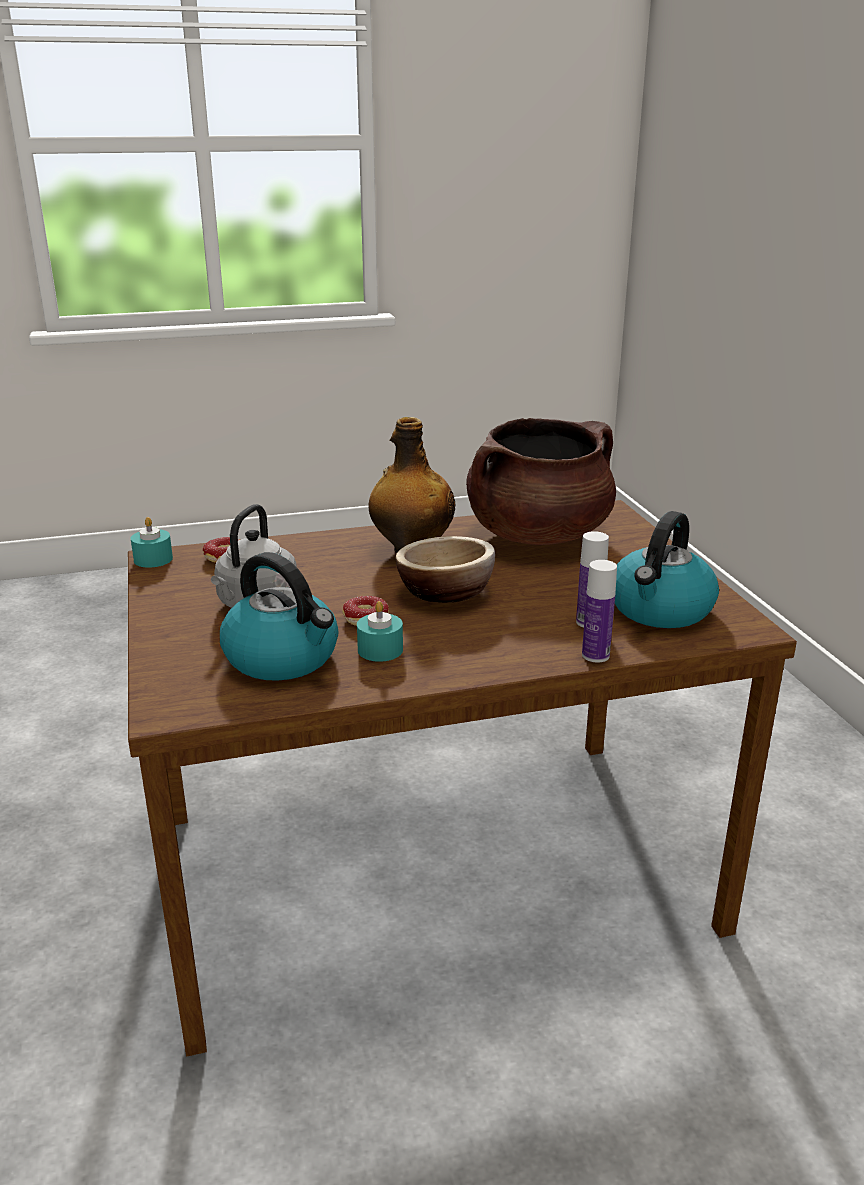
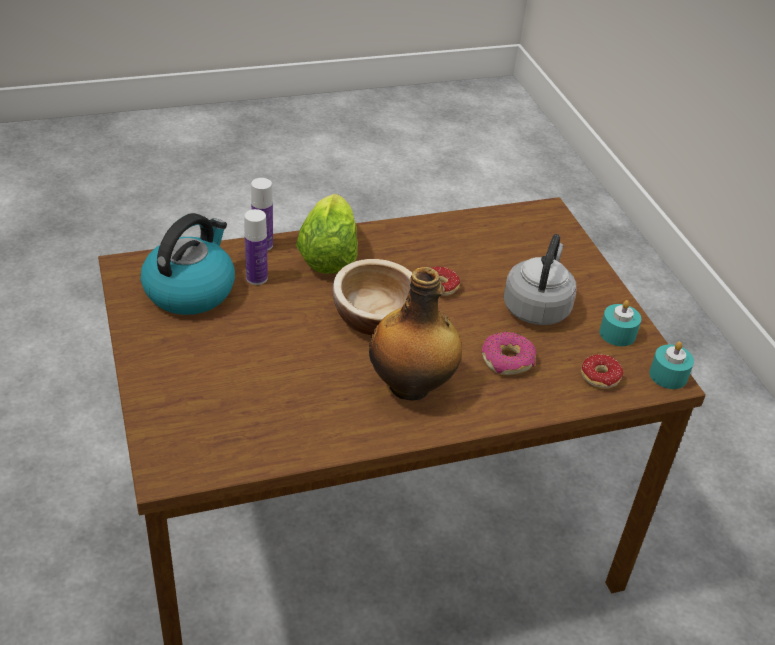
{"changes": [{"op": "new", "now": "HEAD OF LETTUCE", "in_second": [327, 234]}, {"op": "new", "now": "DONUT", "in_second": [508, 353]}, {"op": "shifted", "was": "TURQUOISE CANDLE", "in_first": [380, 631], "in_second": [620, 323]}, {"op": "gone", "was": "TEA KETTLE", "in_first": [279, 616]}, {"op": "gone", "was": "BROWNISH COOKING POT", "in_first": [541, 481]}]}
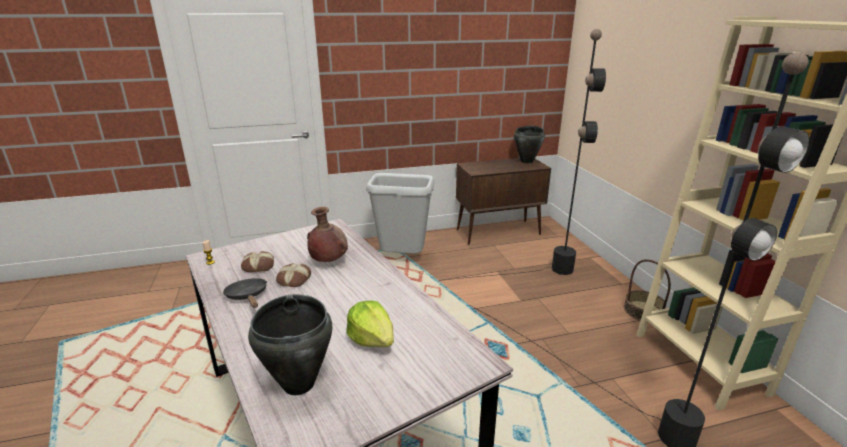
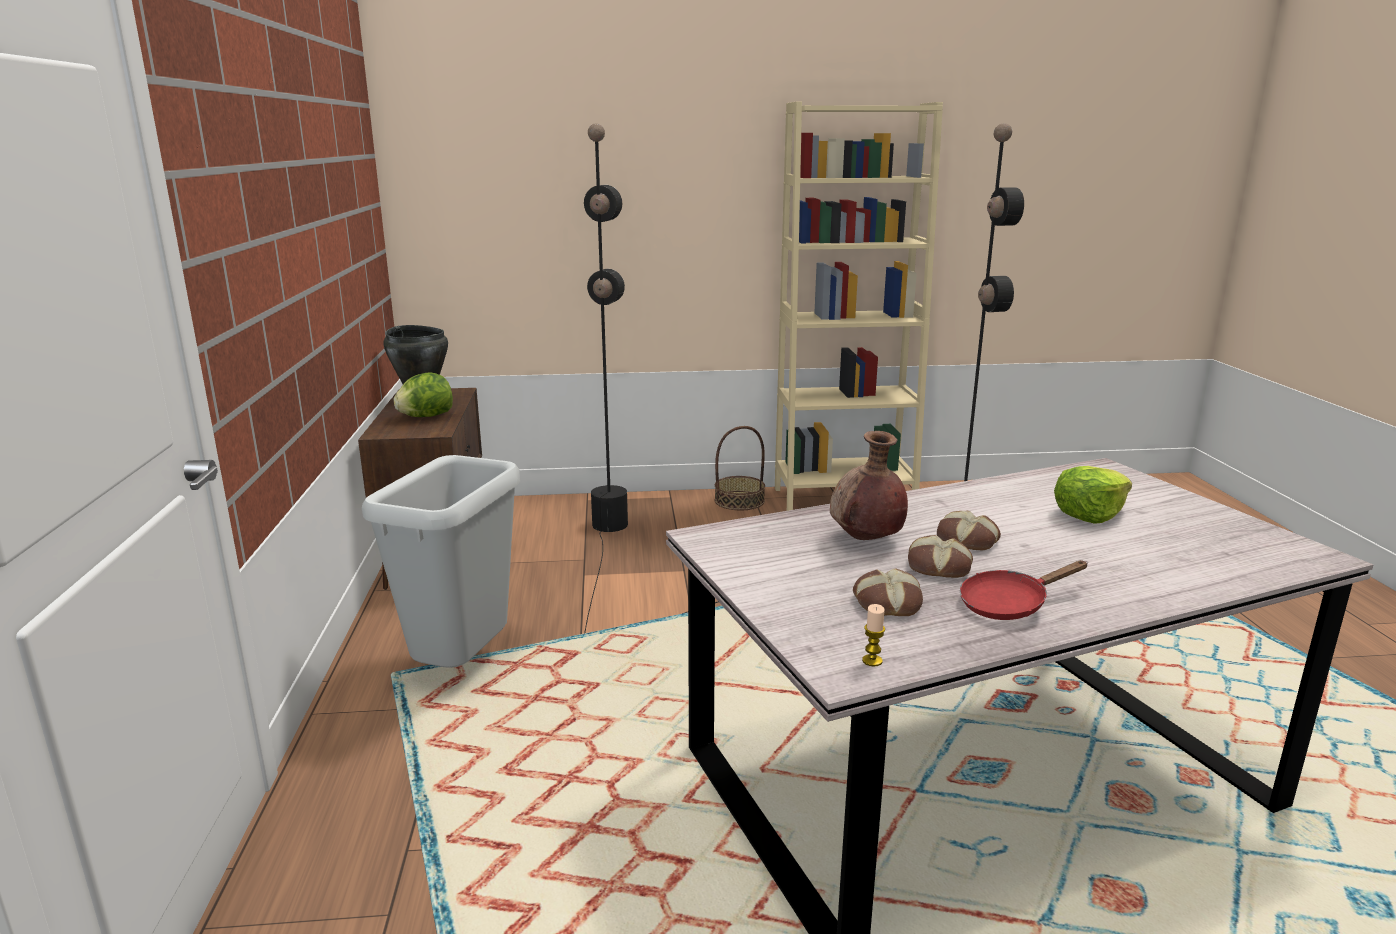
{"changes": [{"op": "new", "now": "HEAD OF LETTUCE", "in_second": [423, 394]}, {"op": "new", "now": "BREAD", "in_second": [969, 530]}, {"op": "repainted", "was": "BLACK FRYING PAN", "now": "REDDISH FRYING PAN", "in_first": [245, 293], "in_second": [1024, 590]}, {"op": "gone", "was": "BLACK COOKING POT", "in_first": [290, 344]}]}
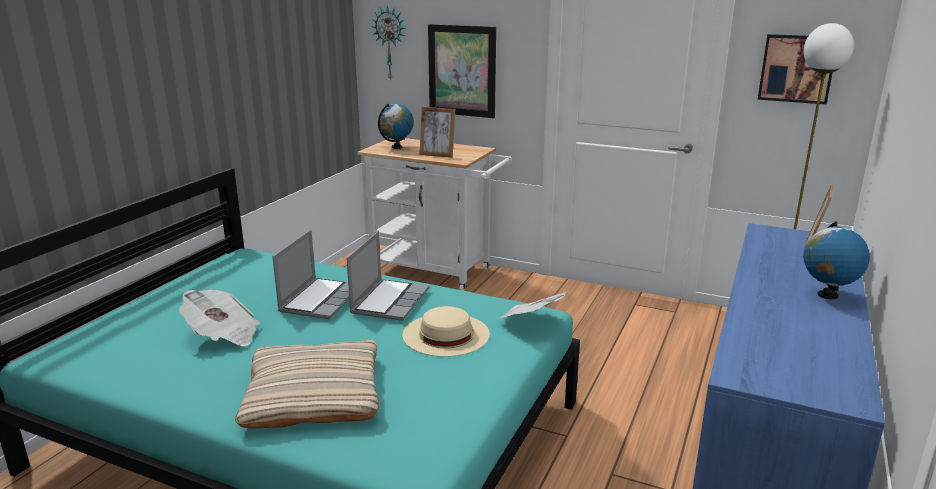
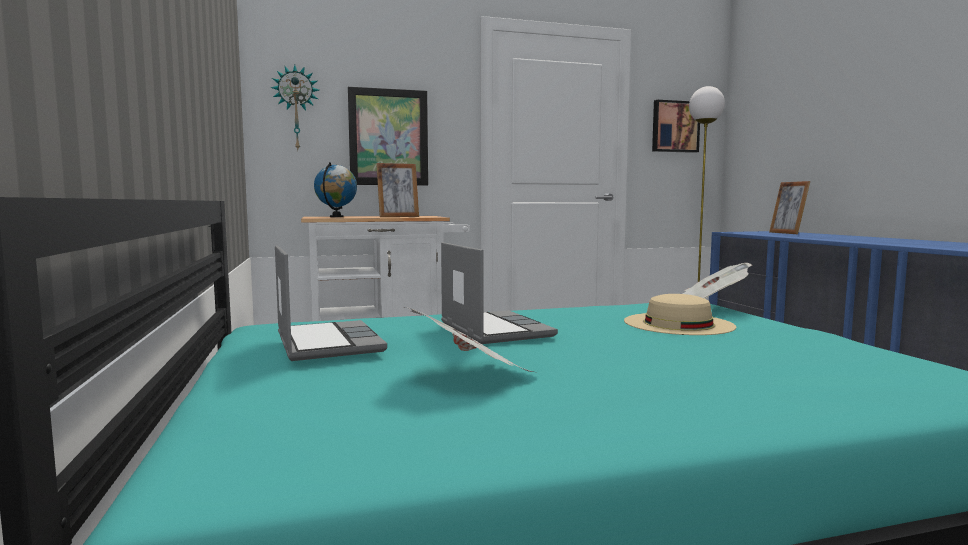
{"changes": [{"op": "shifted", "was": "NOTEBOOK COMPUTER", "in_first": [388, 276], "in_second": [331, 303]}, {"op": "gone", "was": "BEIGE PILLOW", "in_first": [307, 384]}, {"op": "gone", "was": "WORLD GLOBE", "in_first": [836, 260]}]}
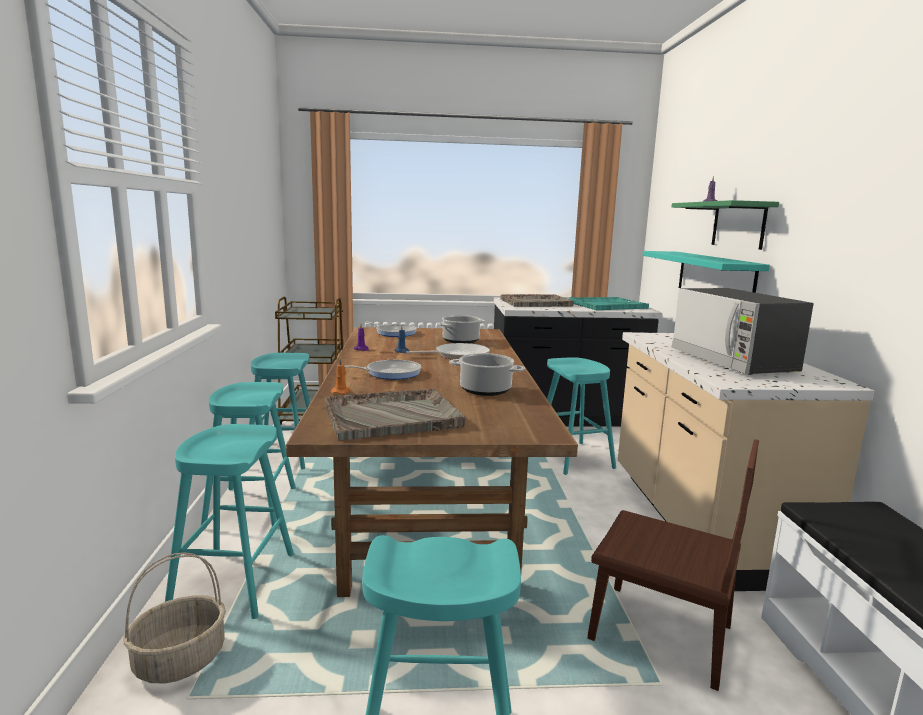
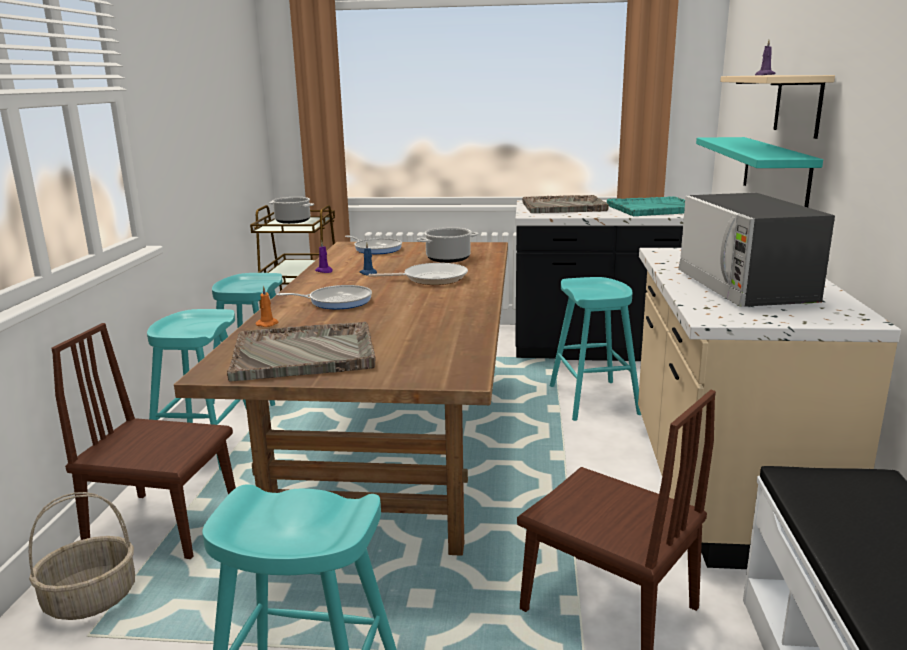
{"changes": [{"op": "swapped", "was": "TURQUOISE STOOL SEAT", "now": "BROWNISH CHAIR", "in_first": [229, 521], "in_second": [143, 441]}, {"op": "shifted", "was": "COOKING POT", "in_first": [487, 374], "in_second": [291, 210]}, {"op": "repainted", "was": "GREENISH WALL SHELF", "now": "BEIGE WALL SHELF", "in_first": [725, 225], "in_second": [777, 107]}]}
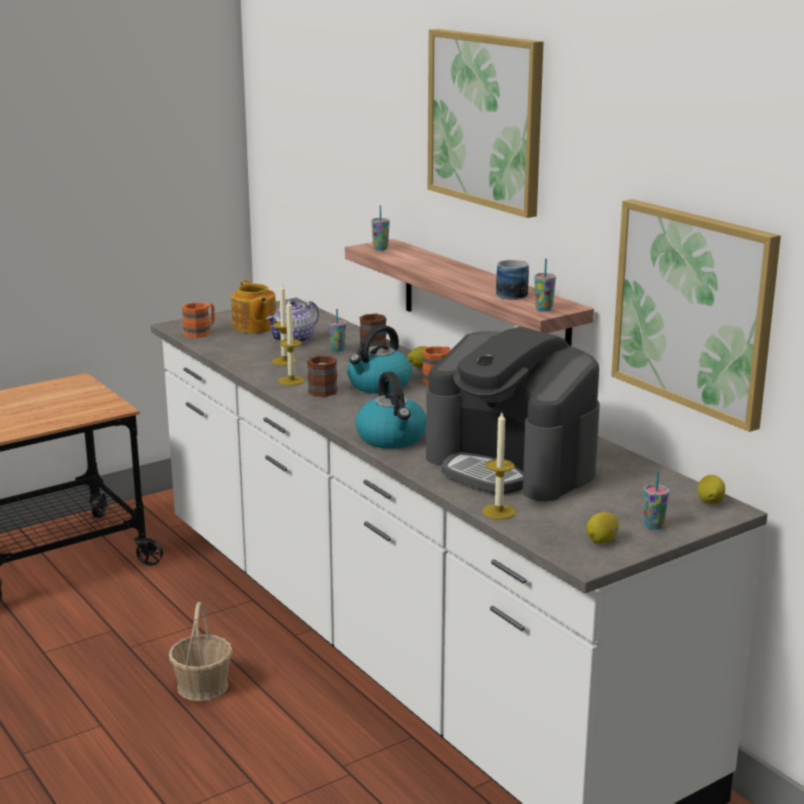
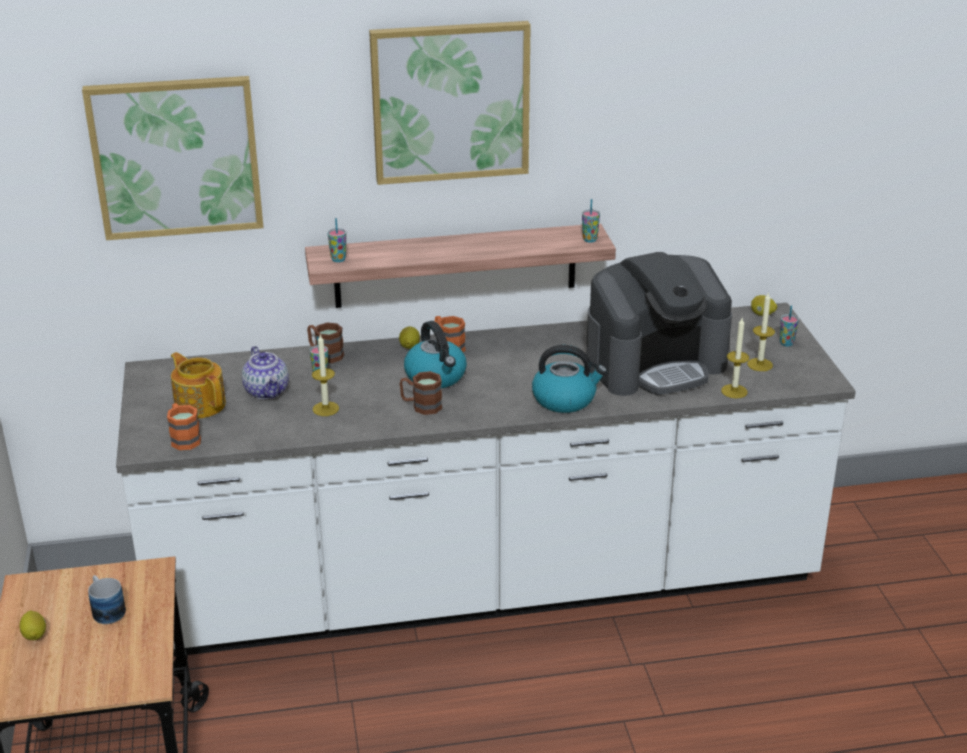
{"changes": [{"op": "shifted", "was": "LEMON", "in_first": [602, 528], "in_second": [32, 625]}, {"op": "shifted", "was": "PICTURE", "in_first": [696, 315], "in_second": [173, 158]}, {"op": "shifted", "was": "COFFEE MUG", "in_first": [512, 280], "in_second": [107, 599]}, {"op": "rotated", "was": "POT FOR TEA", "in_first": [253, 306], "in_second": [198, 385], "clockwise": -135}, {"op": "shifted", "was": "CANDLE", "in_first": [291, 343], "in_second": [761, 331]}, {"op": "gone", "was": "BASKET", "in_first": [201, 651]}]}
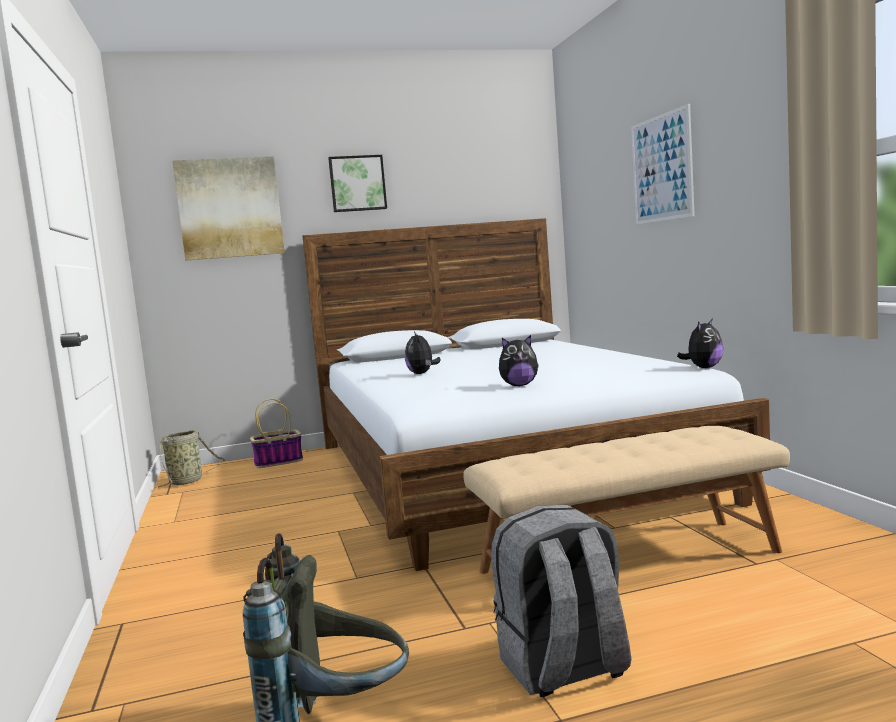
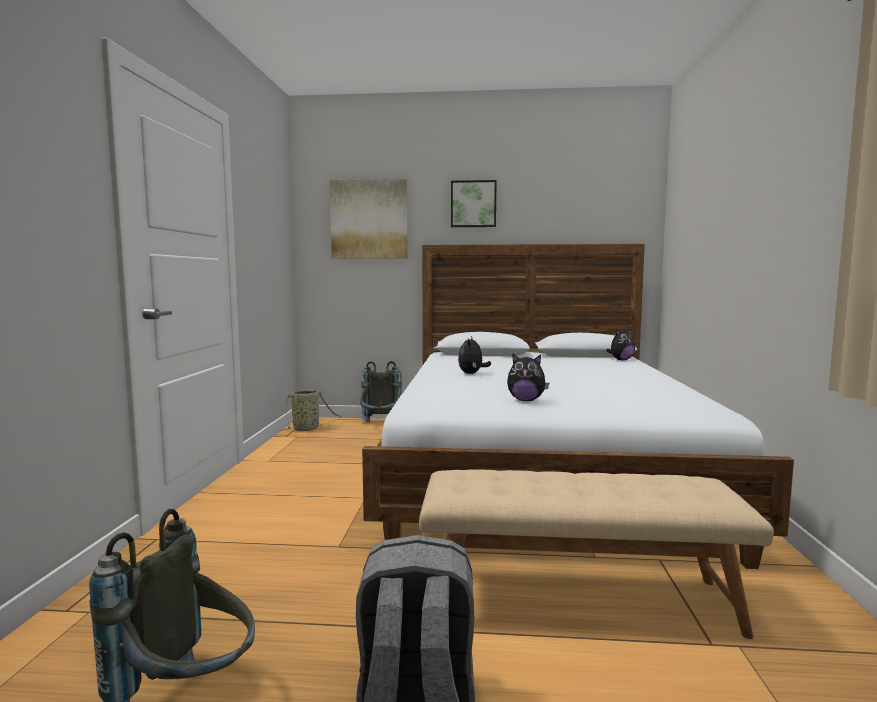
{"changes": [{"op": "swapped", "was": "BASKET", "now": "GRAY KNAPSACK", "in_first": [276, 433], "in_second": [381, 392]}, {"op": "shifted", "was": "CUDDLY TOY", "in_first": [700, 343], "in_second": [620, 345]}, {"op": "gone", "was": "PICTURE", "in_first": [663, 164]}]}
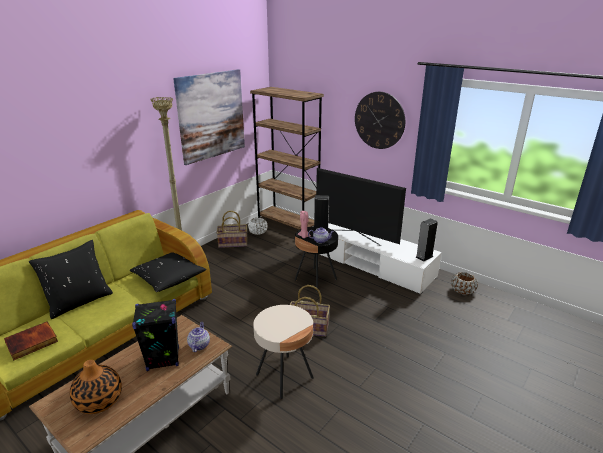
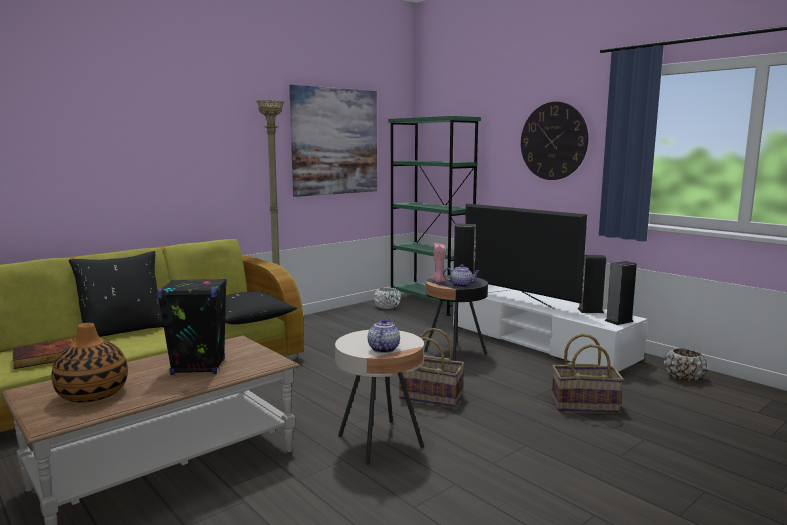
{"changes": [{"op": "shifted", "was": "POT FOR TEA", "in_first": [198, 337], "in_second": [384, 336]}, {"op": "repainted", "was": "BROWNISH BOOKSHELF", "now": "GREENISH BOOKSHELF", "in_first": [287, 158], "in_second": [434, 216]}, {"op": "shifted", "was": "BASKET", "in_first": [232, 229], "in_second": [588, 373]}, {"op": "new", "now": "SPEAKER", "in_second": [592, 284]}]}
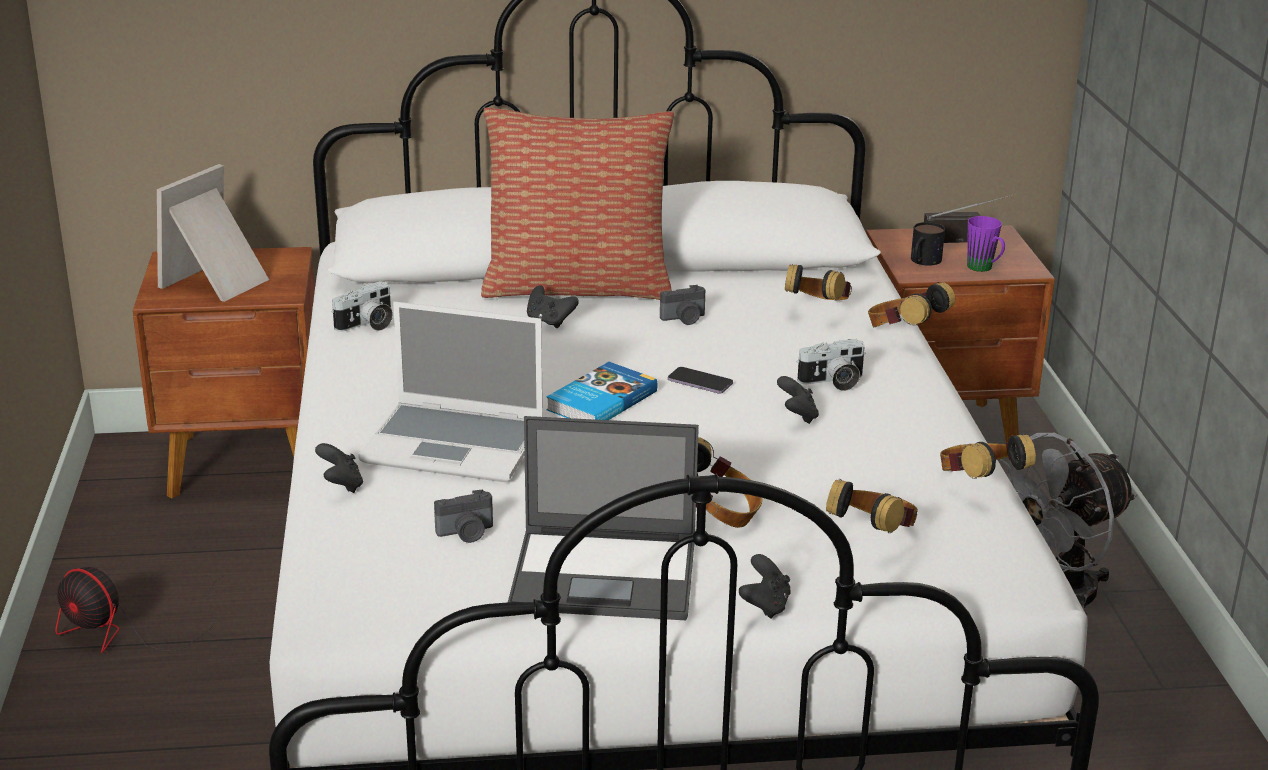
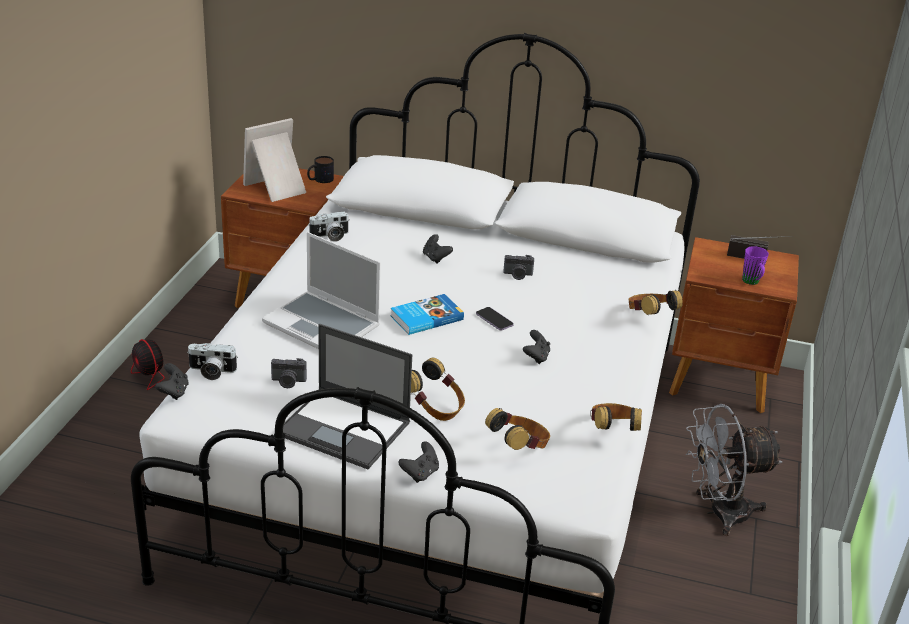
{"changes": [{"op": "shifted", "was": "BLACK GAMEPAD", "in_first": [339, 468], "in_second": [172, 381]}, {"op": "shifted", "was": "PHOTO CAMERA", "in_first": [831, 365], "in_second": [212, 361]}, {"op": "shifted", "was": "COFFEE MUG", "in_first": [928, 244], "in_second": [320, 169]}, {"op": "gone", "was": "PILLOW", "in_first": [577, 204]}, {"op": "gone", "was": "PAIR OF HEADPHONES", "in_first": [818, 282]}]}
